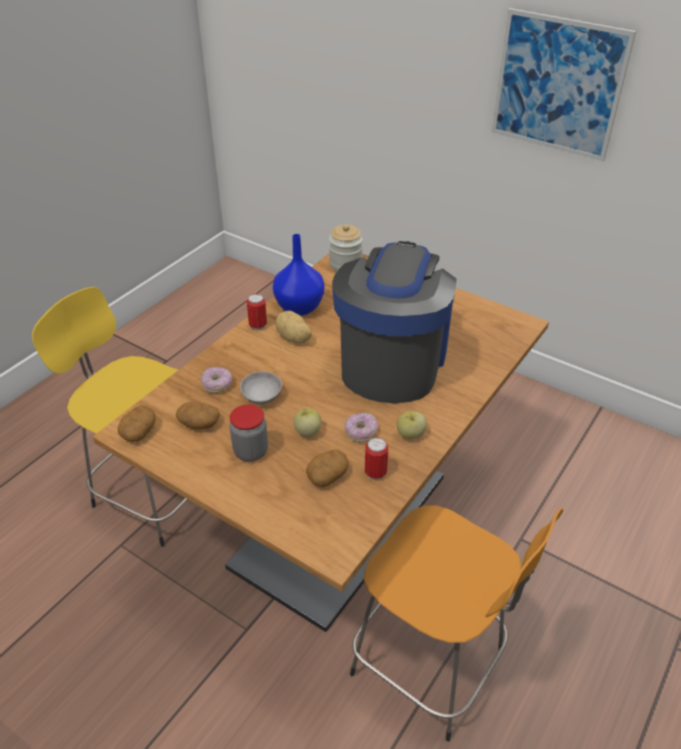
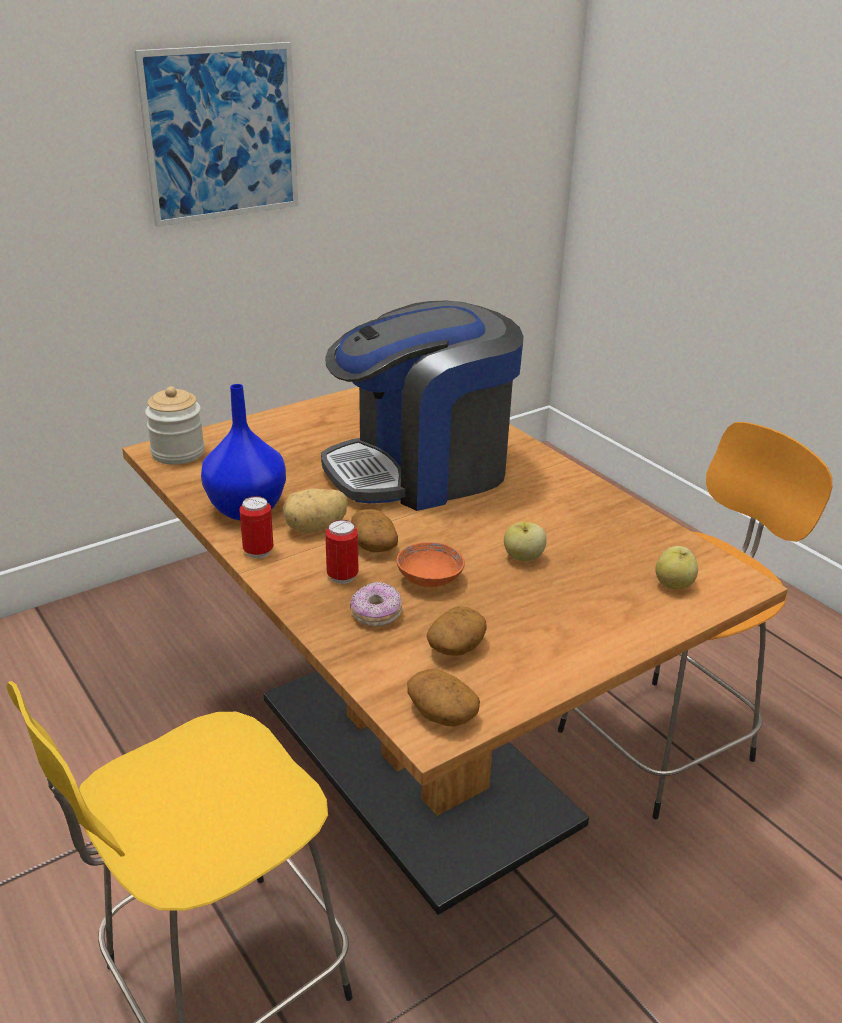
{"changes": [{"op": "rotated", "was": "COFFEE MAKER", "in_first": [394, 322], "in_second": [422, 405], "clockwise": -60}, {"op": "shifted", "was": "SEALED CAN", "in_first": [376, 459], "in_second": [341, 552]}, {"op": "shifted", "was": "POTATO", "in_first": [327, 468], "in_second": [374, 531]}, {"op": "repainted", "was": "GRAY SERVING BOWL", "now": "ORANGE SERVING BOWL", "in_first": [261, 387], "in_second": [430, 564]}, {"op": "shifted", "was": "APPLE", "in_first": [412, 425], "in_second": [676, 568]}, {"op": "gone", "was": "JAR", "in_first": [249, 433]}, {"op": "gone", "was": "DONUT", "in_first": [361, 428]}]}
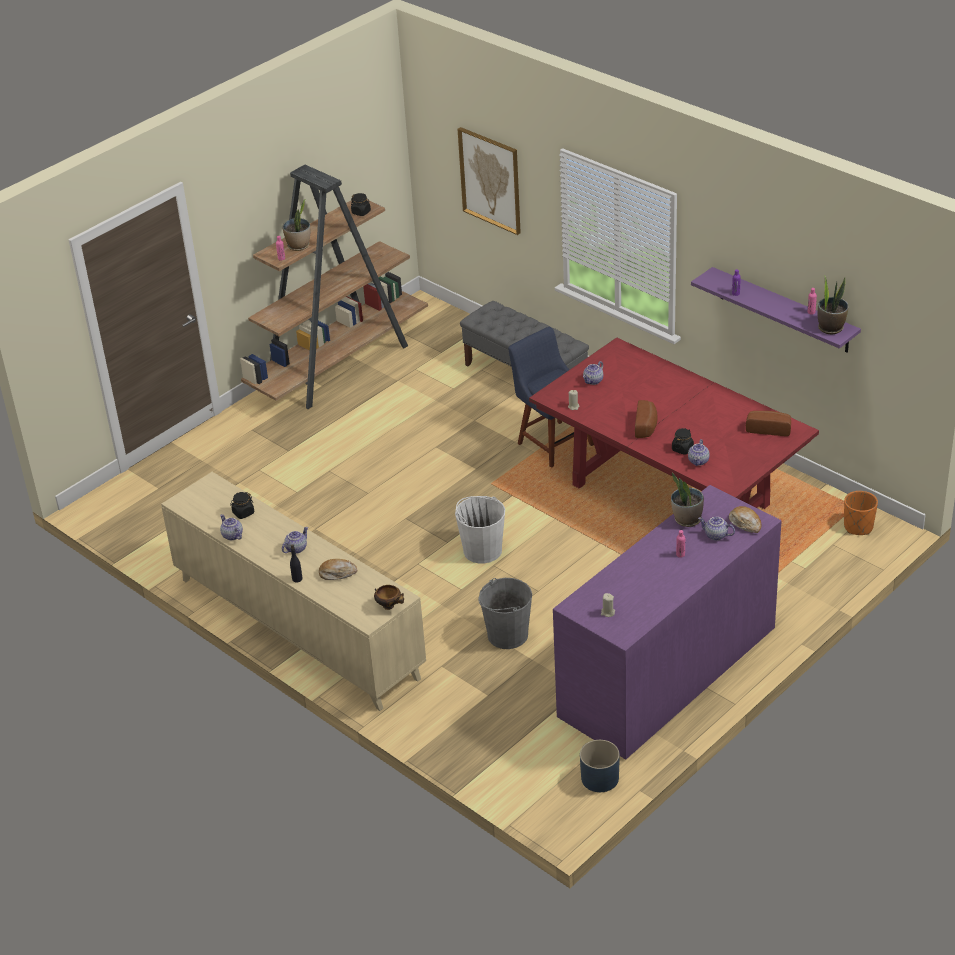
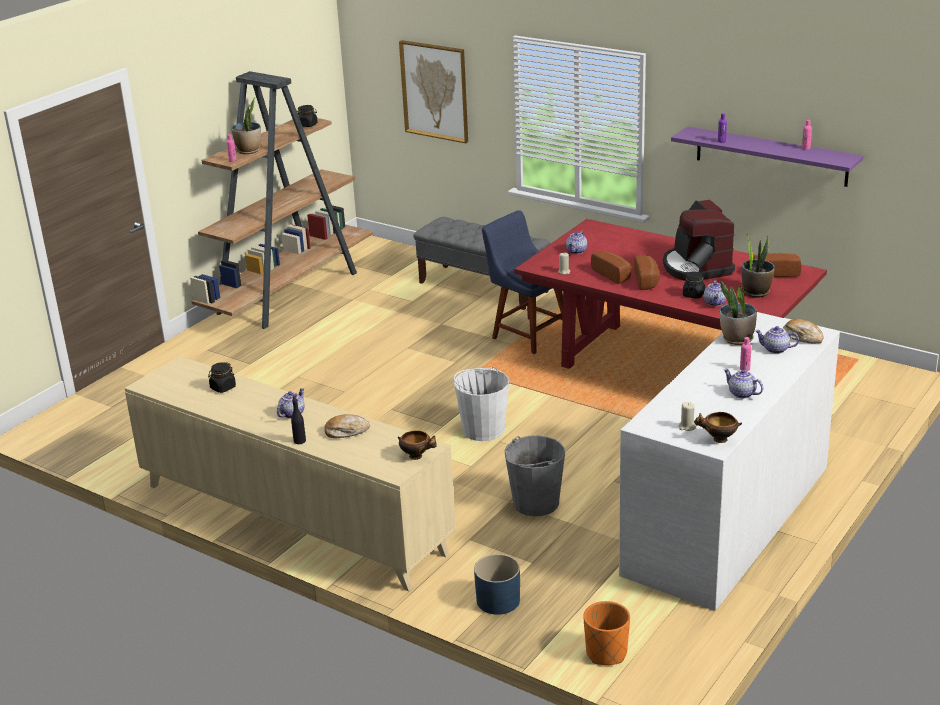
{"changes": [{"op": "shifted", "was": "BLUE-COLOURED PLANTER", "in_first": [599, 766], "in_second": [497, 584]}, {"op": "shifted", "was": "ORANGE PLANTER", "in_first": [861, 513], "in_second": [606, 633]}, {"op": "new", "now": "BREAD", "in_second": [611, 267]}, {"op": "repainted", "was": "PURPLE CHEST OF DRAWERS", "now": "WHITISH CHEST OF DRAWERS", "in_first": [667, 622], "in_second": [729, 461]}, {"op": "new", "now": "COFFEE MAKER", "in_second": [699, 240]}, {"op": "new", "now": "SERVING BOWL", "in_second": [718, 427]}, {"op": "shifted", "was": "POT FOR TEA", "in_first": [231, 527], "in_second": [743, 383]}, {"op": "shifted", "was": "HOUSEPLANT", "in_first": [833, 304], "in_second": [758, 266]}]}
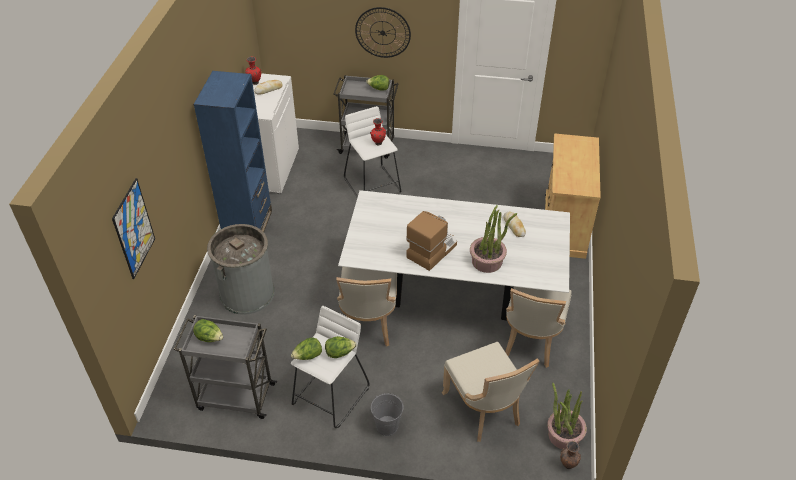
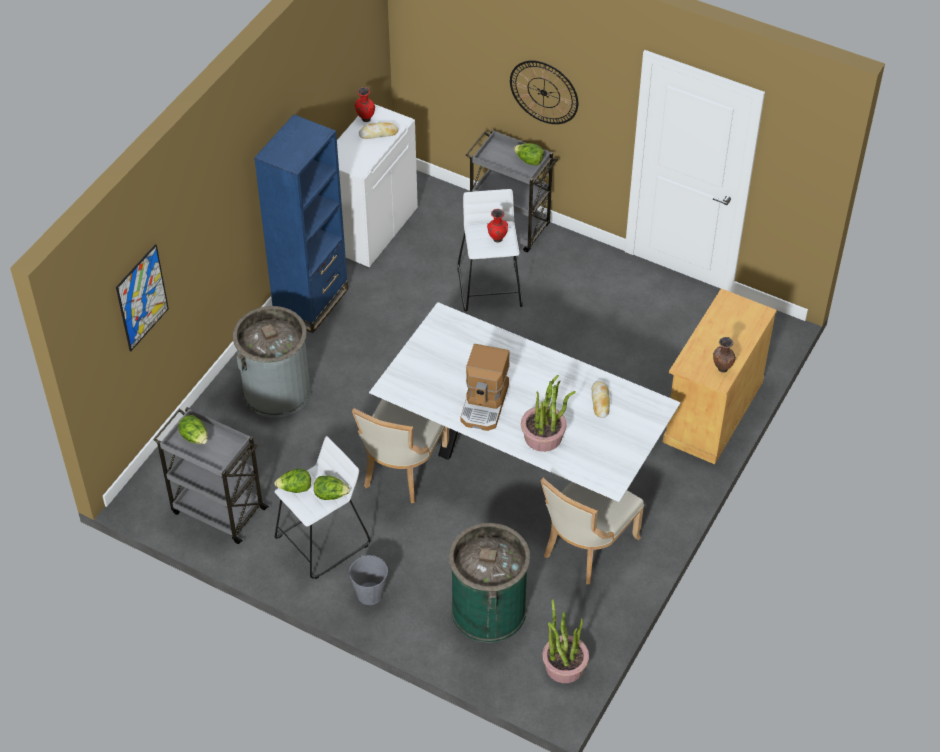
{"changes": [{"op": "swapped", "was": "BEIGE CHAIR", "now": "GREENISH WASTE BIN", "in_first": [490, 392], "in_second": [489, 583]}, {"op": "rotated", "was": "COFFEE MAKER", "in_first": [431, 241], "in_second": [485, 387], "clockwise": 135}, {"op": "shifted", "was": "BROWNISH DECORATIVE VASE", "in_first": [570, 455], "in_second": [724, 355]}]}
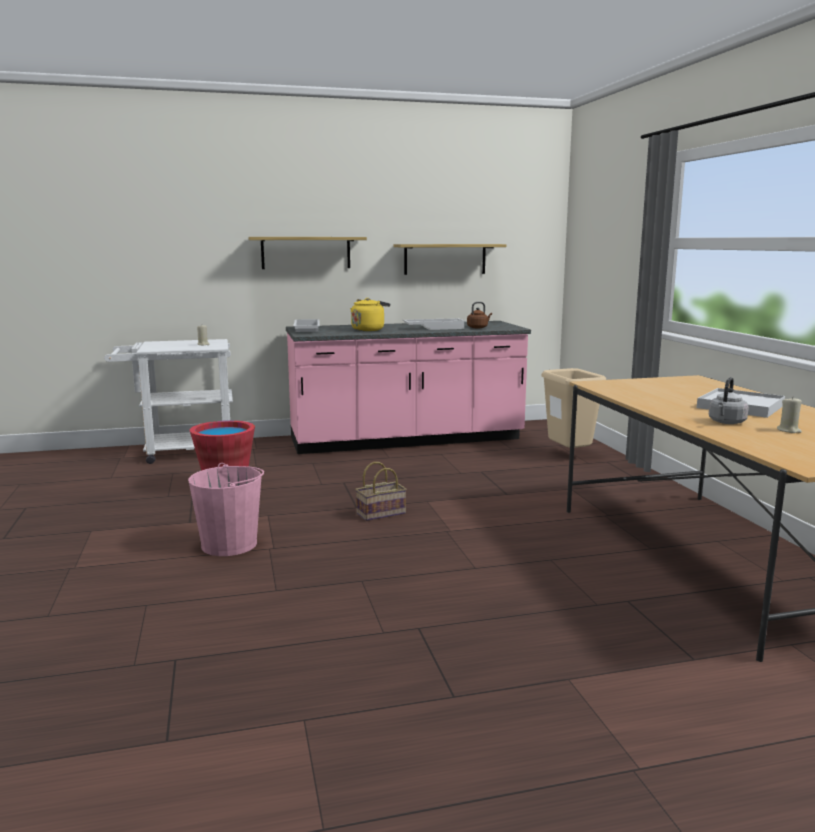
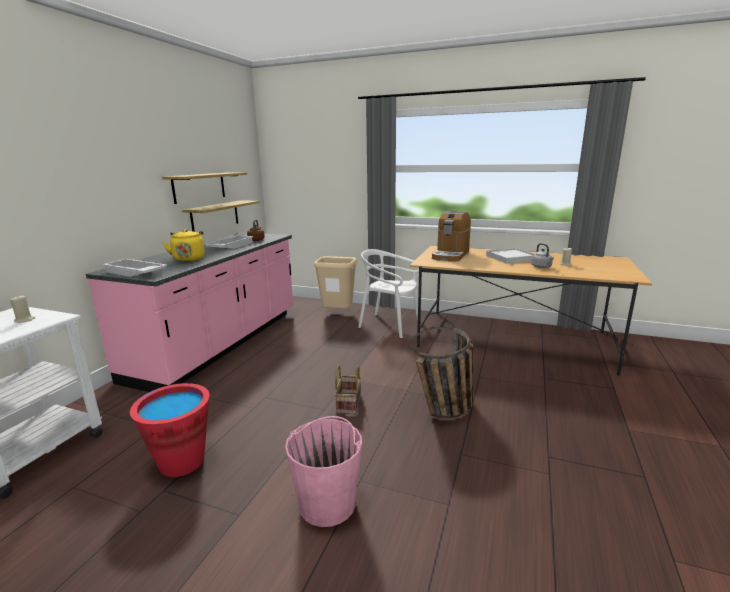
{"changes": [{"op": "shifted", "was": "WALL SHELF", "in_first": [307, 253], "in_second": [220, 216]}, {"op": "new", "now": "WHITISH CHAIR", "in_second": [388, 293]}, {"op": "new", "now": "BASKET", "in_second": [440, 372]}, {"op": "new", "now": "COFFEE MAKER", "in_second": [451, 236]}]}
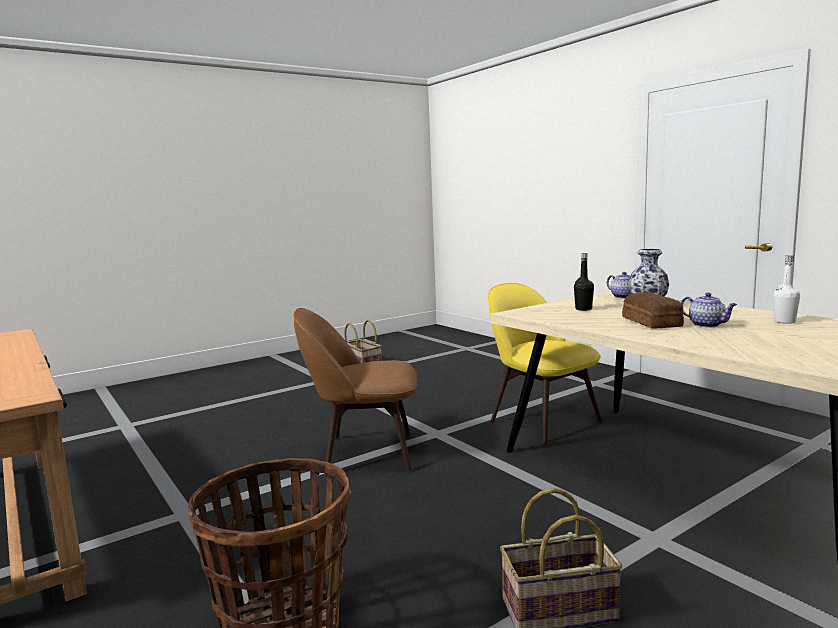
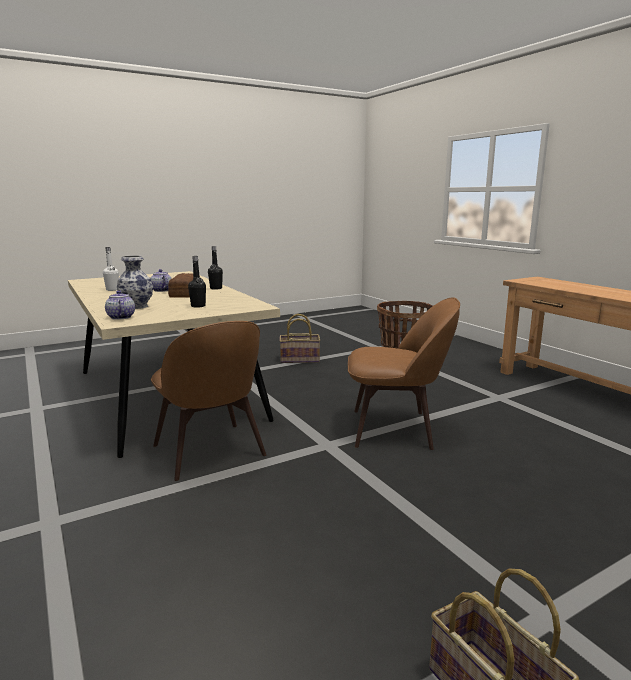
{"changes": [{"op": "repainted", "was": "YELLOW-COLOURED CHAIR", "now": "BROWNISH CHAIR", "in_first": [545, 363], "in_second": [208, 401]}, {"op": "new", "now": "BLACK BEVERAGE BOTTLE", "in_second": [215, 268]}]}
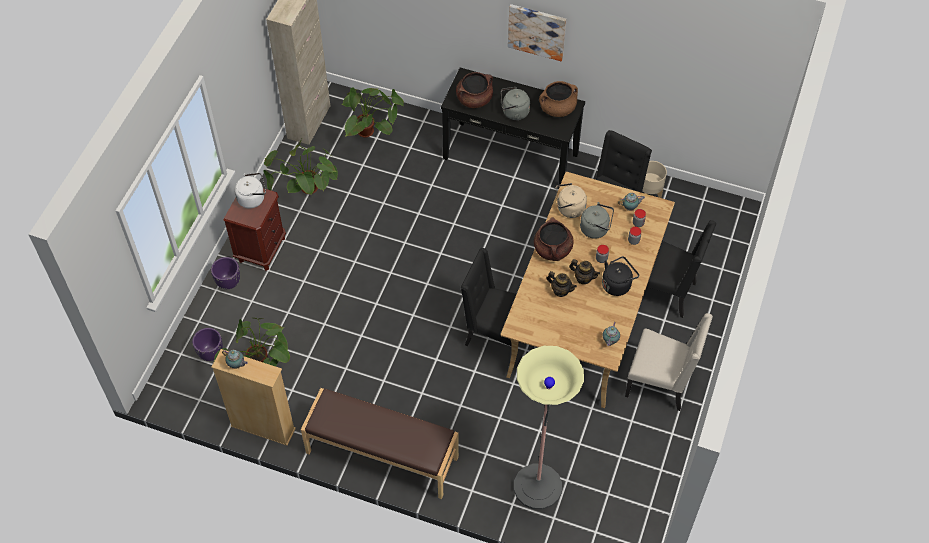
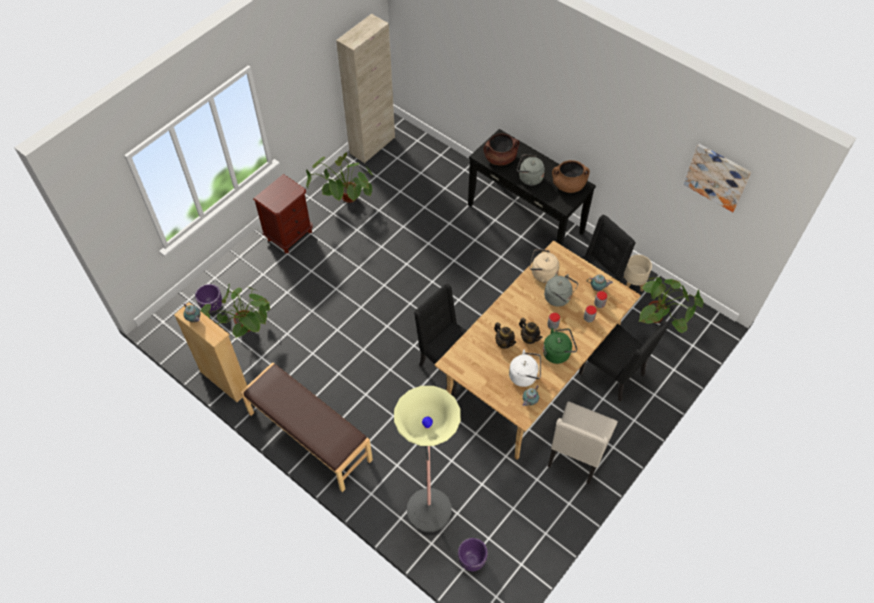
{"changes": [{"op": "shifted", "was": "PURPLE PLANTER", "in_first": [225, 273], "in_second": [473, 554]}, {"op": "shifted", "was": "WHITISH TEA KETTLE", "in_first": [250, 191], "in_second": [525, 368]}, {"op": "repainted", "was": "BLACK TEA KETTLE", "now": "GREENISH TEA KETTLE", "in_first": [620, 276], "in_second": [560, 346]}, {"op": "rotated", "was": "BEIGE CHAIR", "in_first": [669, 362], "in_second": [582, 442], "clockwise": 75}, {"op": "shifted", "was": "HOUSEPLANT", "in_first": [372, 112], "in_second": [671, 305]}, {"op": "shifted", "was": "PICTURE", "in_first": [537, 32], "in_second": [717, 178]}, {"op": "gone", "was": "BROWNISH COOKING POT", "in_first": [554, 239]}]}
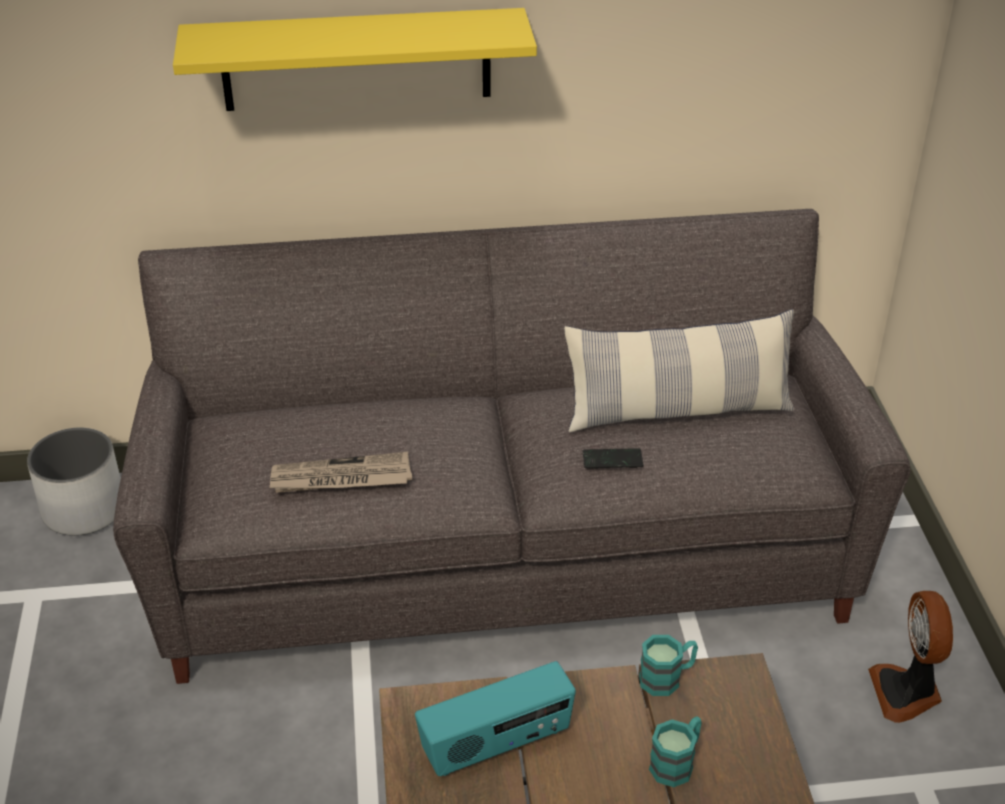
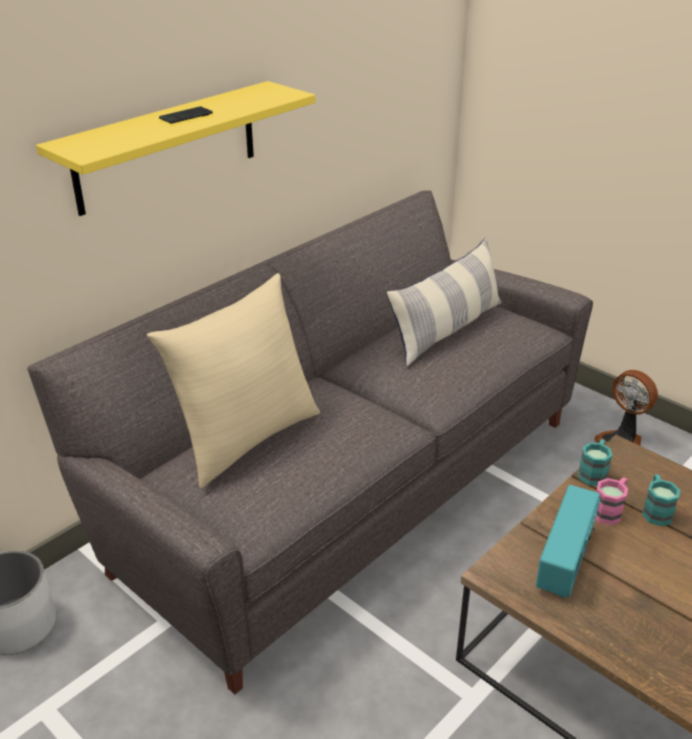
{"changes": [{"op": "new", "now": "BEIGE PILLOW", "in_second": [233, 380]}, {"op": "shifted", "was": "PHONE", "in_first": [613, 458], "in_second": [186, 115]}, {"op": "new", "now": "PINK-COLOURED COFFEE MUG", "in_second": [611, 501]}, {"op": "gone", "was": "DAILY PAPER", "in_first": [340, 472]}]}
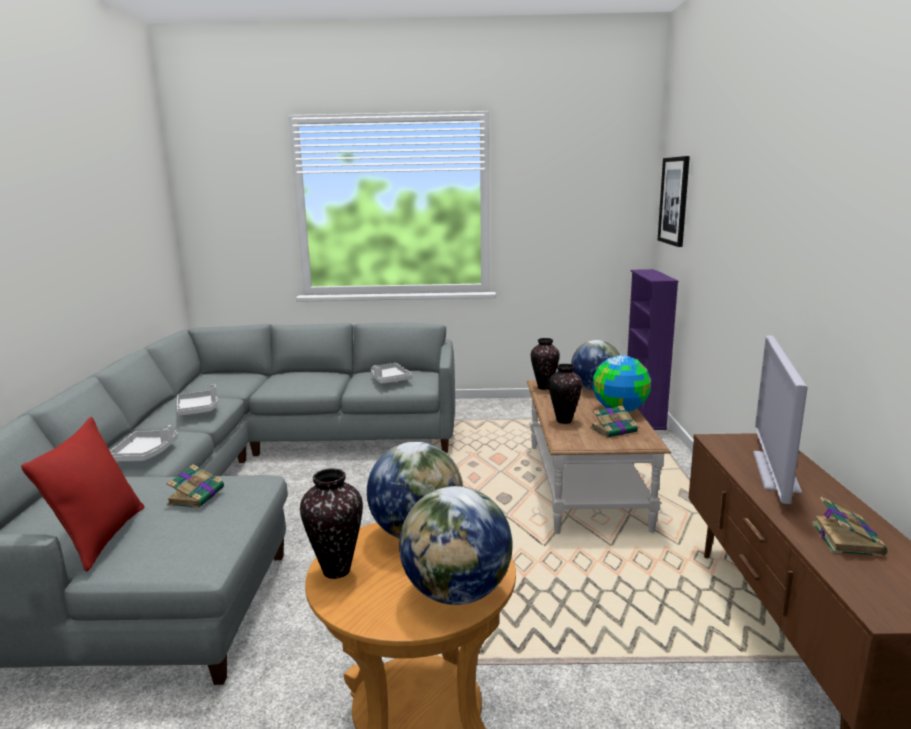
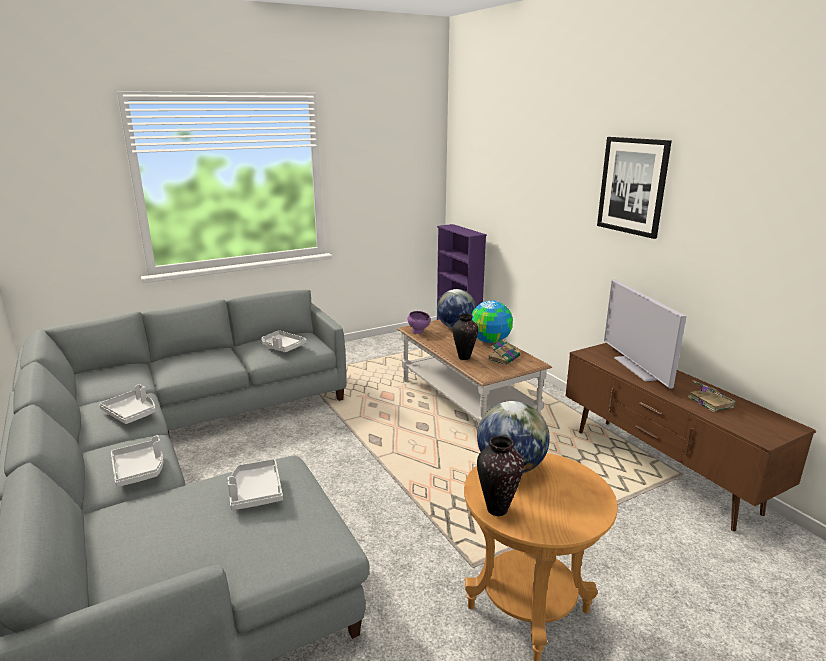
{"changes": [{"op": "swapped", "was": "BOOK", "now": "GRAY TRAY", "in_first": [195, 486], "in_second": [255, 484]}, {"op": "swapped", "was": "DECORATIVE VASE", "now": "PURPLE SERVING BOWL", "in_first": [545, 364], "in_second": [419, 322]}, {"op": "shifted", "was": "PICTURE", "in_first": [674, 201], "in_second": [634, 188]}, {"op": "gone", "was": "REDDISH PILLOW", "in_first": [82, 494]}, {"op": "gone", "was": "WORLD GLOBE", "in_first": [456, 545]}]}
